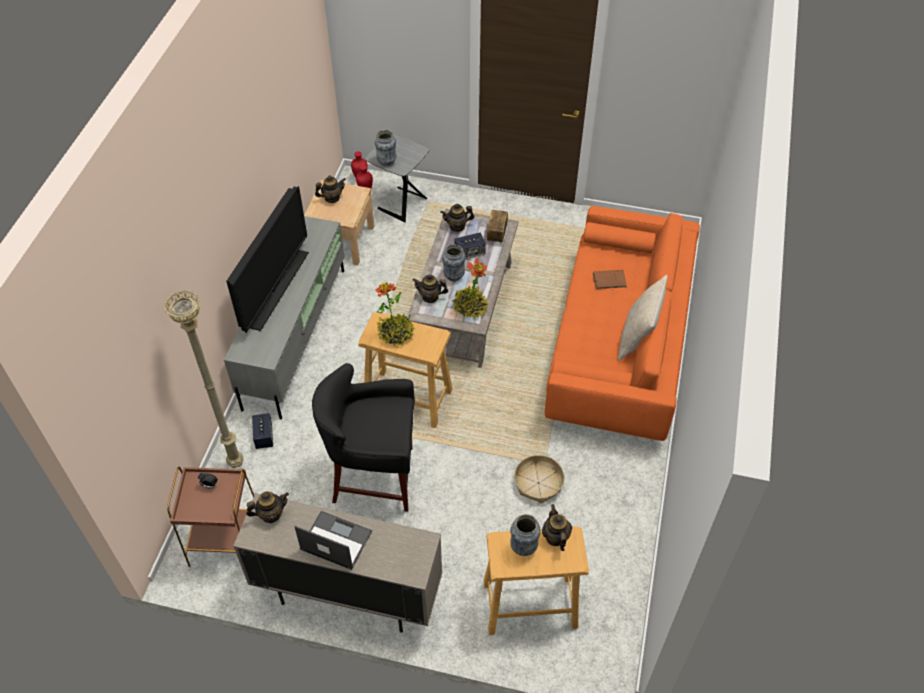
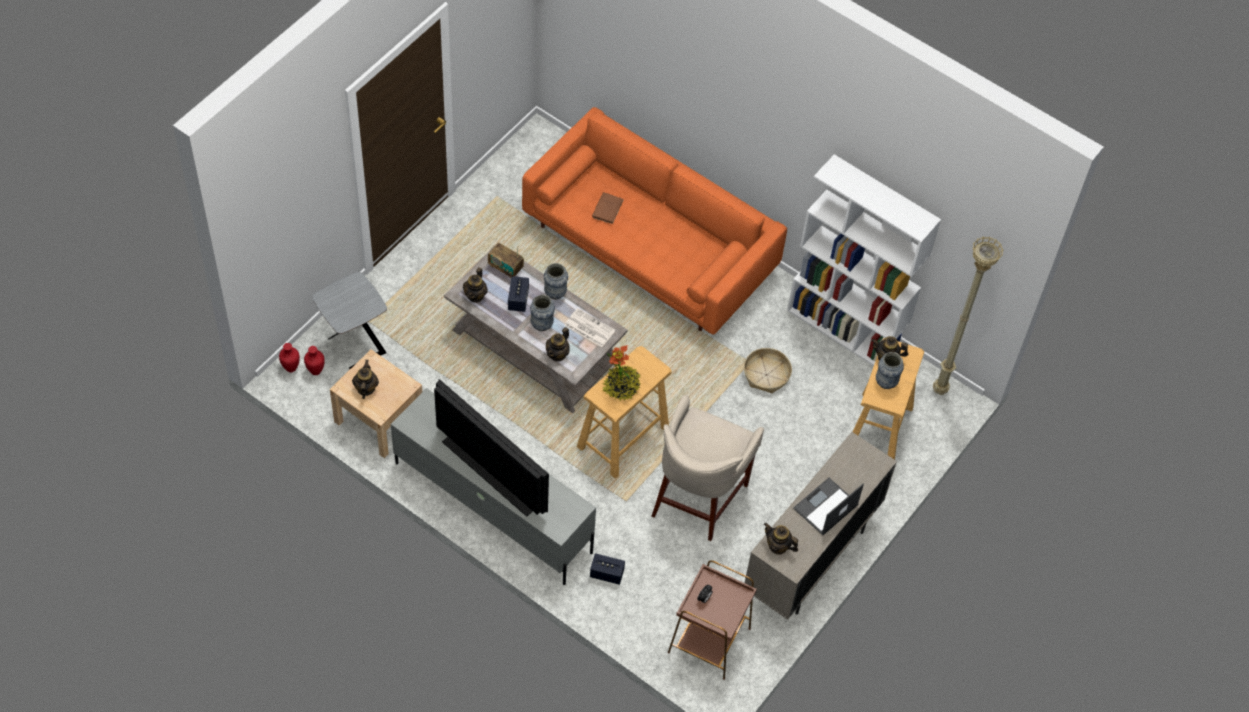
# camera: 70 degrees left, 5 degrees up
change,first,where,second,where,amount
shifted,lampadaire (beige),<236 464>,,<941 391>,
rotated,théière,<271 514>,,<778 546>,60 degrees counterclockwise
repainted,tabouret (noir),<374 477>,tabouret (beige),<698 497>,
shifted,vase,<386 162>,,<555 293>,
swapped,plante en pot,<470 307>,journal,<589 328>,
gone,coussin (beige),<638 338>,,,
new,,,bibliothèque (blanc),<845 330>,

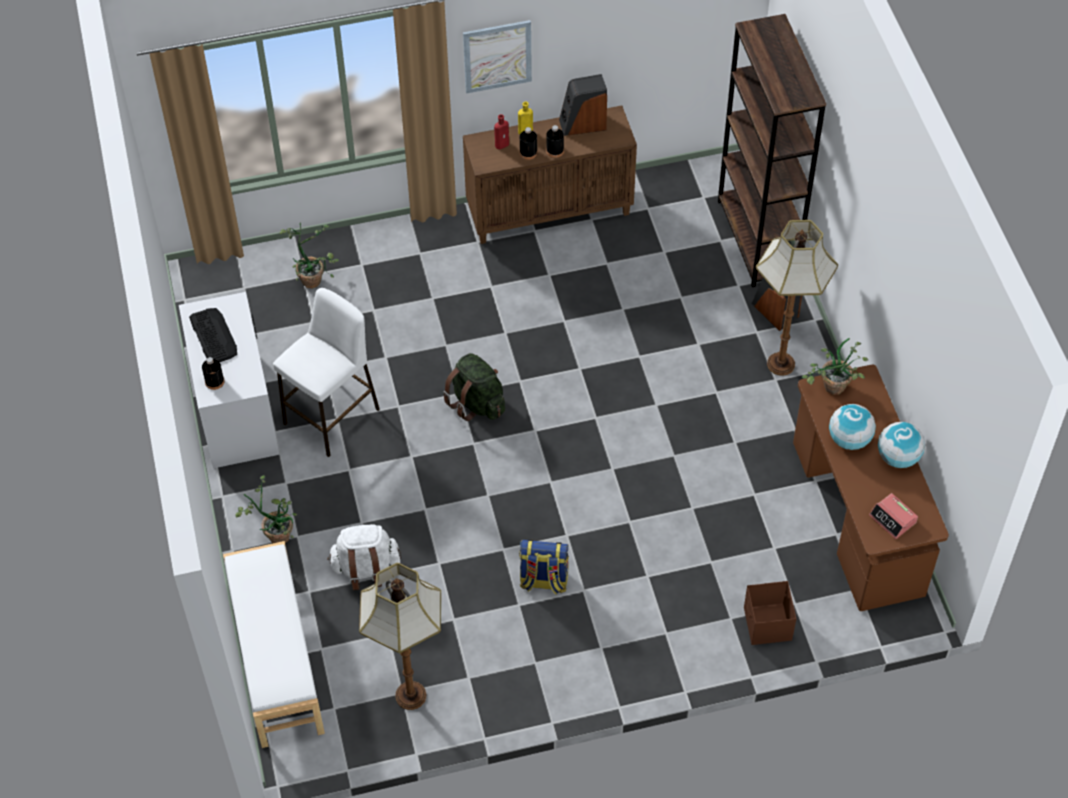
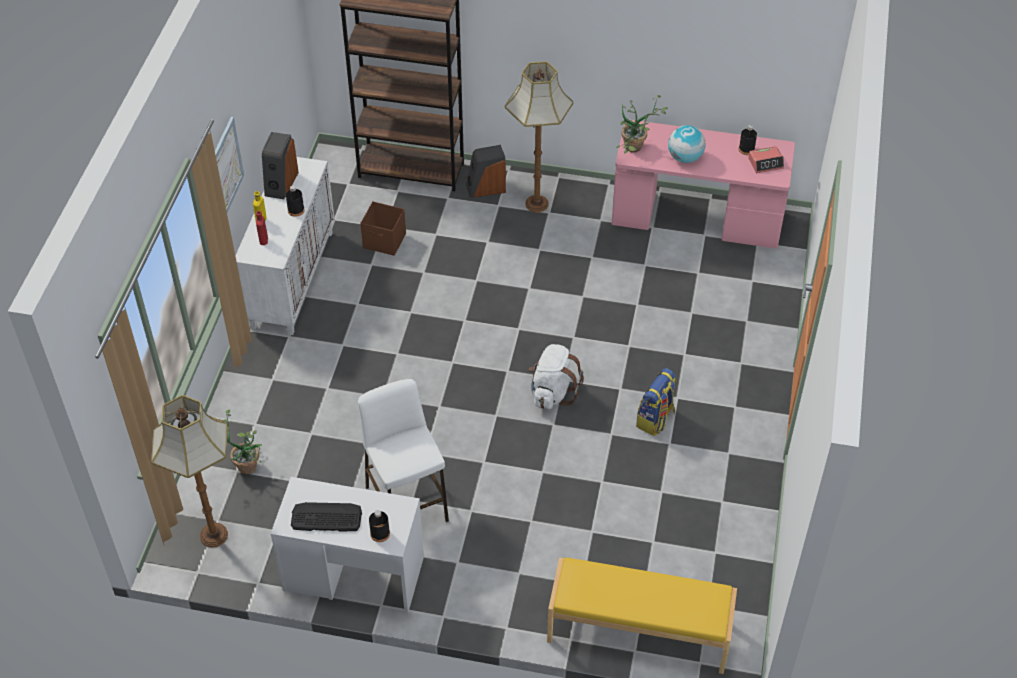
# camera: 65 degrees left, 5 degrees down
change,first,where,second,where,amount
repainted,banc (blanc),<276 659>,banc (jaune),<638 633>,
gone,plante en pot,<275 533>,,,
shifted,sac à dos (blanc),<366 568>,,<552 392>,
shifted,lampadaire,<410 697>,,<214 536>,
gone,sac à dos (vert),<476 403>,,,
repainted,meuble de rangement (marron),<550 211>,meuble de rangement (blanc),<292 278>,
shifted,bouteille (noir),<528 152>,,<746 149>,
shifted,boîte de rangement (marron),<767 625>,,<385 241>,
repainted,bureau (marron),<857 518>,bureau (rose),<697 218>,
gone,globe,<898 457>,,,

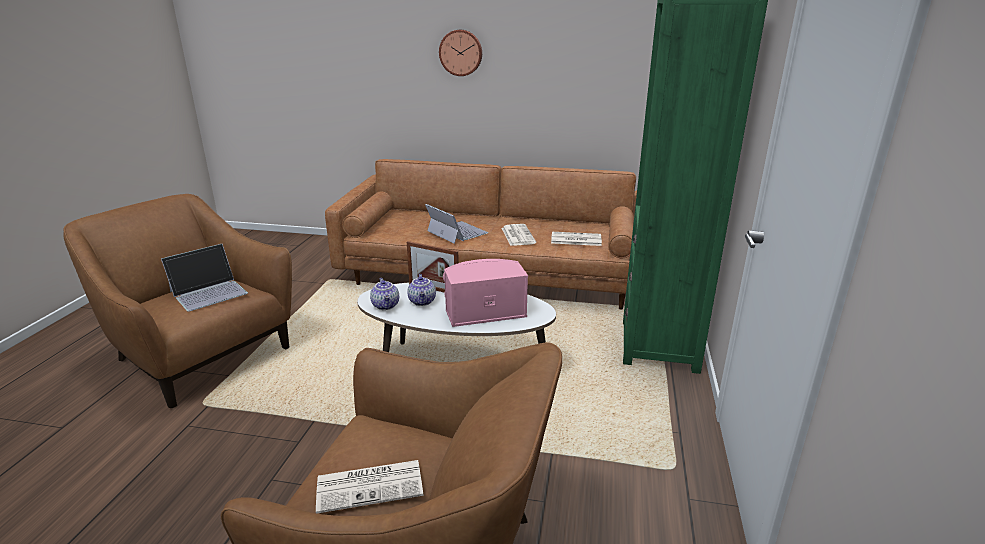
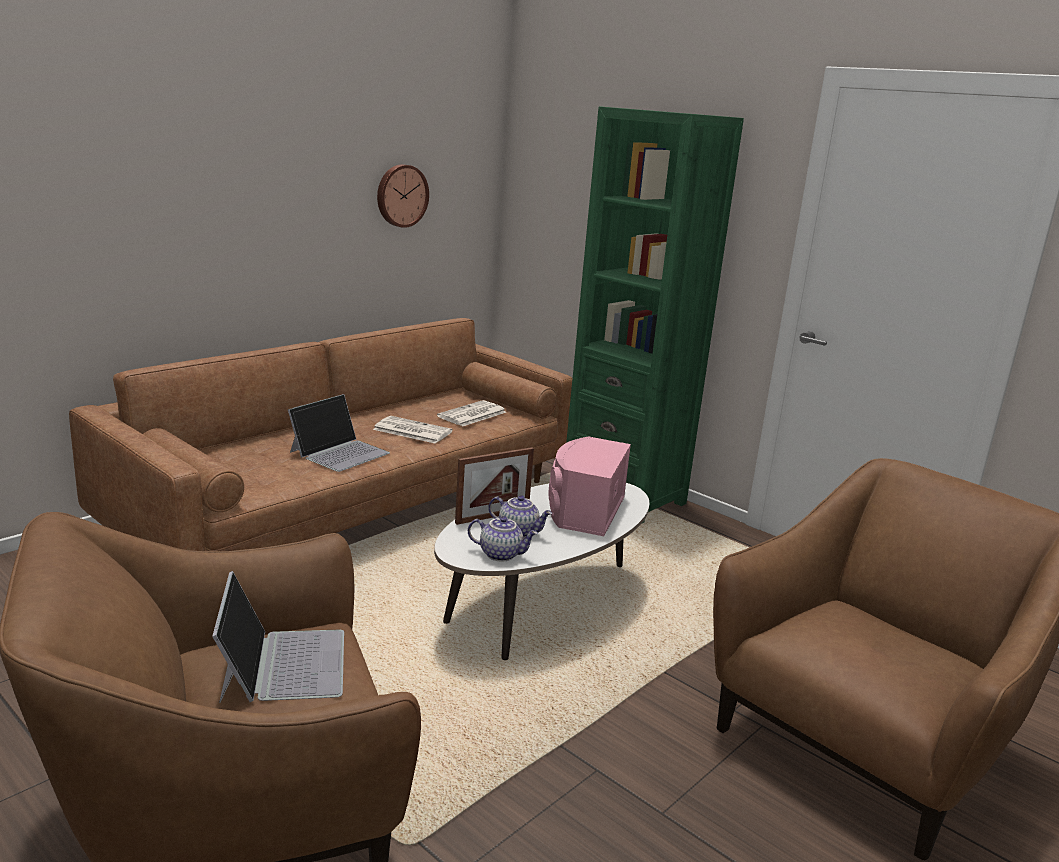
# camera: 60 degrees left, 5 degrees down
change,first,where,second,where,amount
gone,journal,<371 485>,,,
rotated,ordinateur portable,<456 232>,,<340 452>,135 degrees clockwise
shifted,horloge murale,<461 52>,,<401 195>,

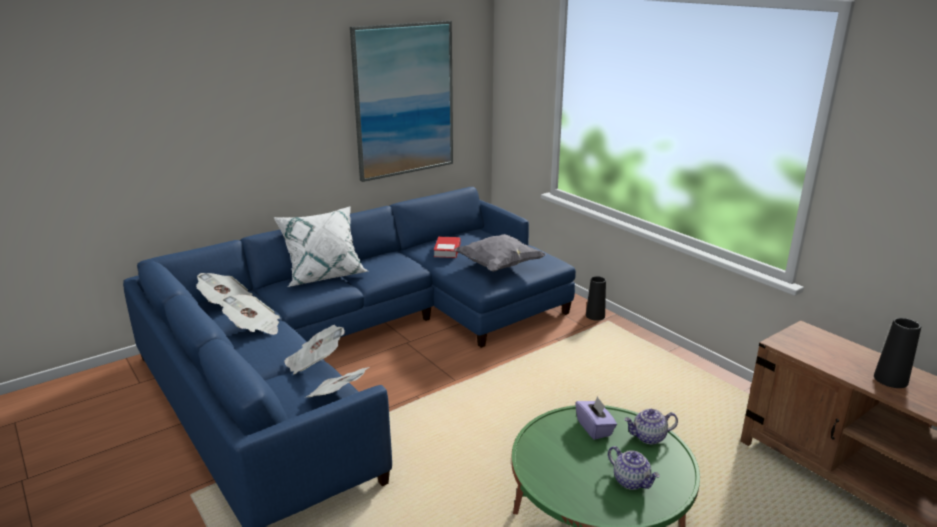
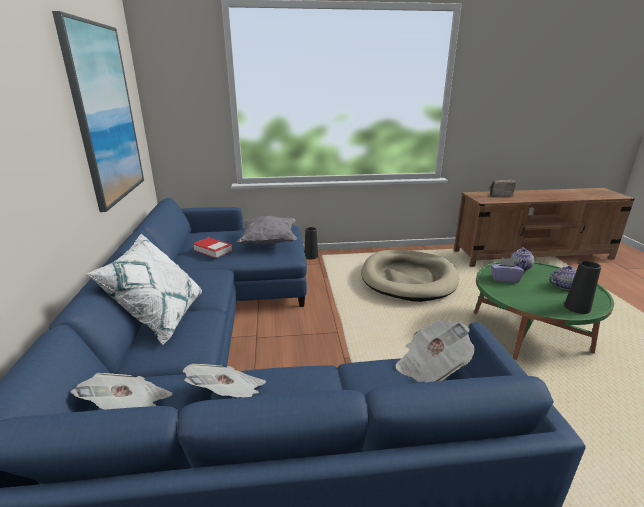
# camera: 60 degrees left, 0 degrees up
change,first,where,second,where,amount
gone,journal,<314 363>,,,
shifted,vase (noir),<890 379>,,<577 307>,
new,,,panier pour chien (beige),<408 278>,
new,,,radio,<498 195>,

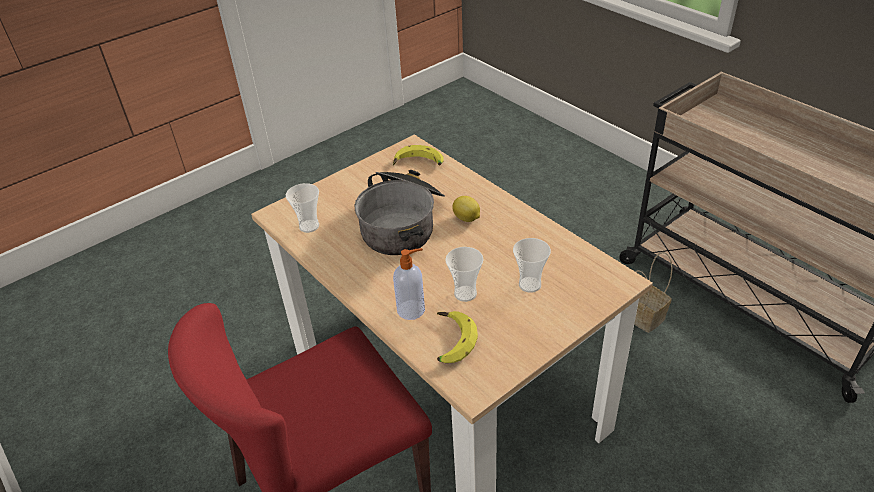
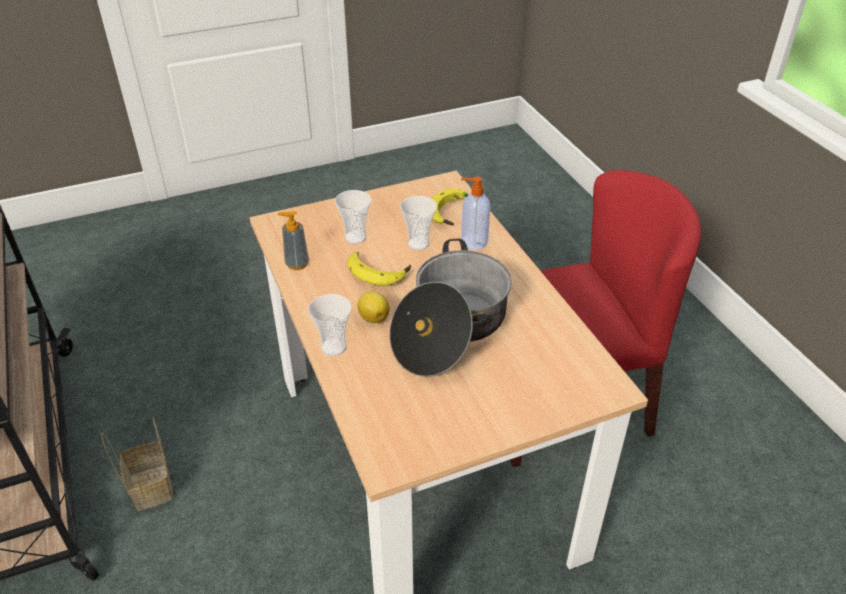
# camera: 165 degrees left, 0 degrees up
change,first,where,second,where,amount
shifted,tasse,<309 226>,,<333 347>,
shifted,banane,<418 164>,,<378 272>,
new,,,distributeur de savon,<297 264>,

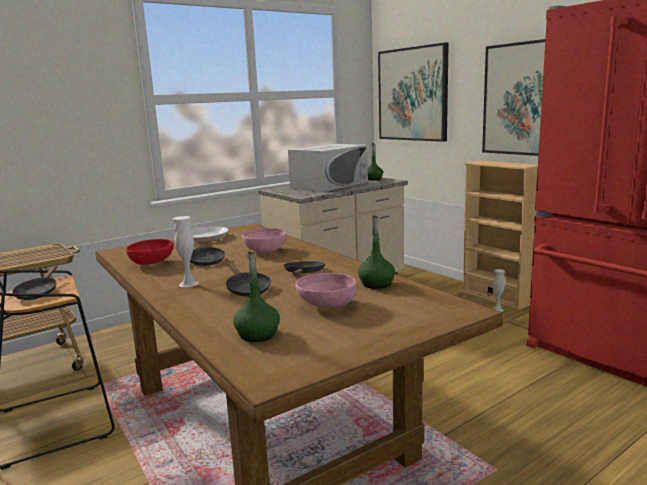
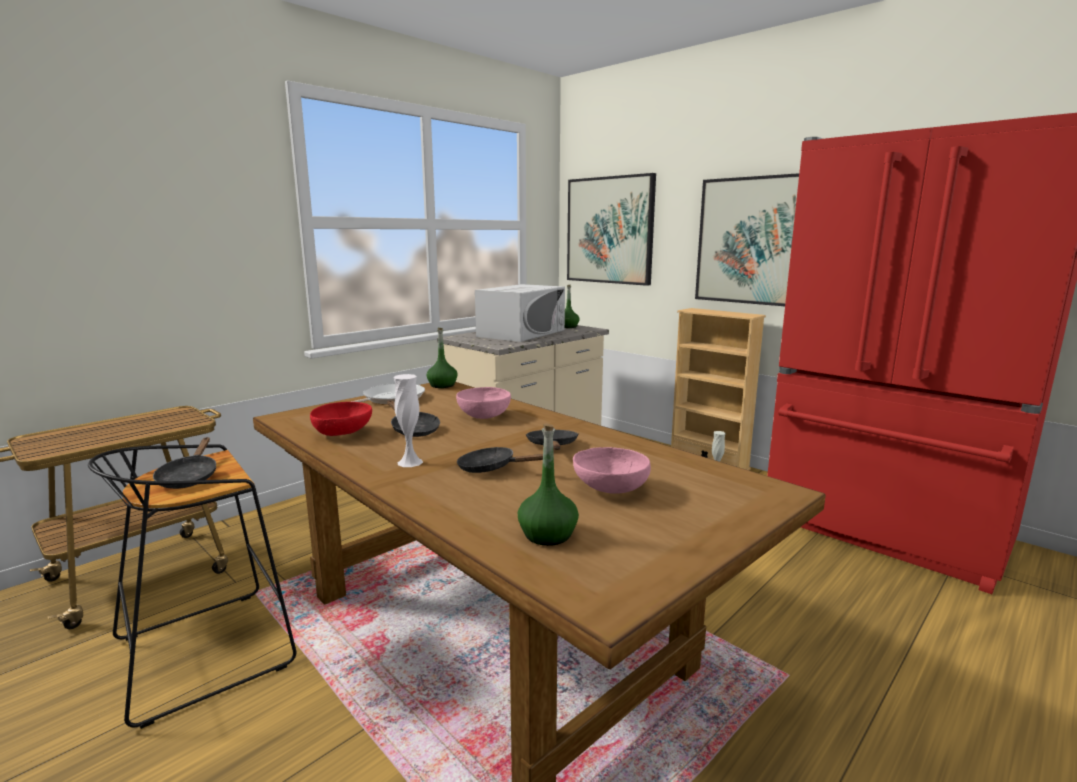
# camera: 10 degrees left, 0 degrees up
change,first,where,second,where,amount
rotated,poêle (noir),<246 289>,,<492 468>,150 degrees clockwise
shifted,bouteille (vert),<376 284>,,<442 385>,

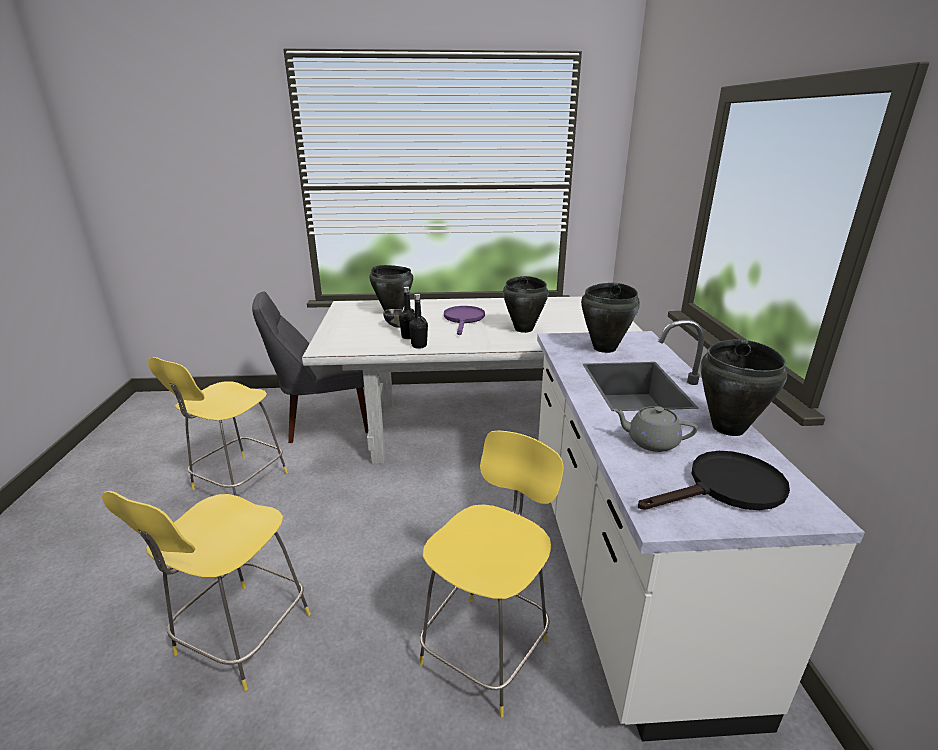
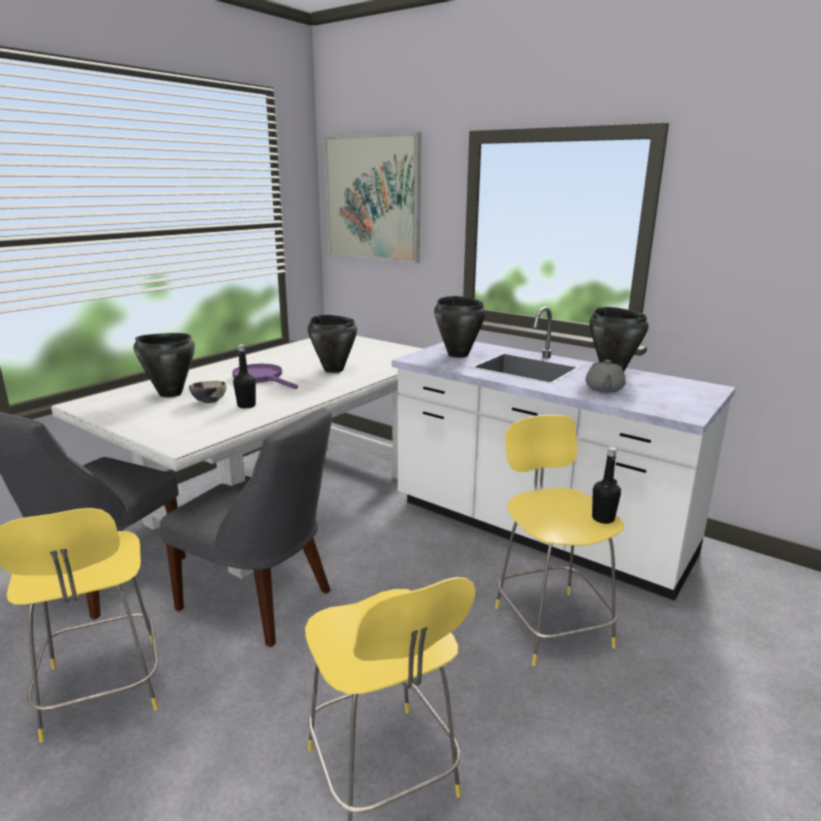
# camera: 50 degrees left, 5 degrees down
change,first,where,second,where,amount
shifted,bouteille (noir),<419 346>,,<603 518>,
rotated,théière (gris),<651 442>,,<604 389>,45 degrees counterclockwise
gone,poêle (noir),<726 488>,,,
new,,,chaise (gris),<261 601>,
new,,,tableau,<372 198>,

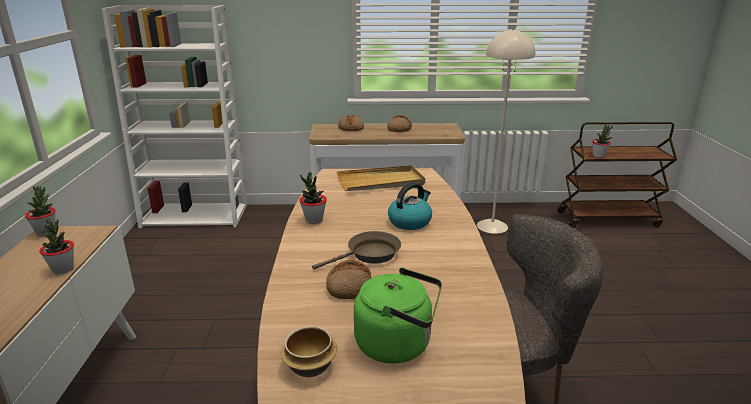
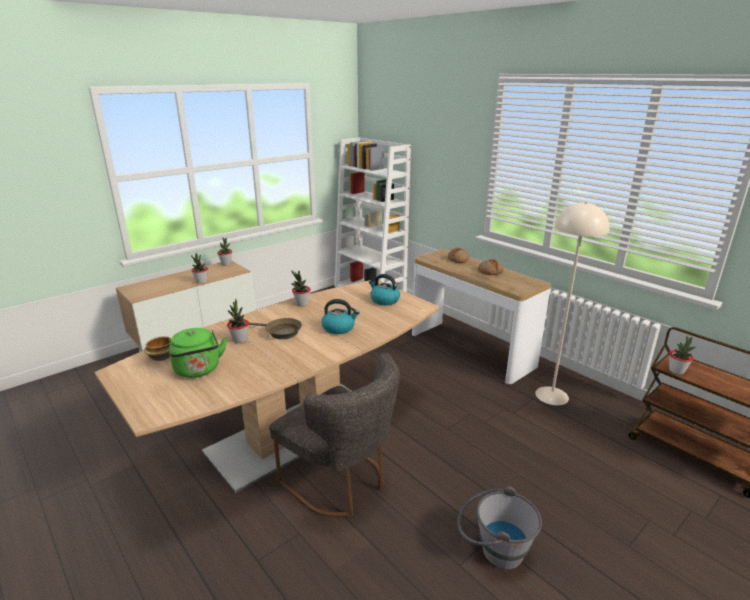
# camera: 50 degrees right, 0 degrees up
change,first,where,second,where,amount
swapped,pain,<349 286>,plante en pot,<240 339>,
swapped,plateau (beige),<381 182>,bouilloire,<384 300>,
new,,,seau (gris),<493 549>,

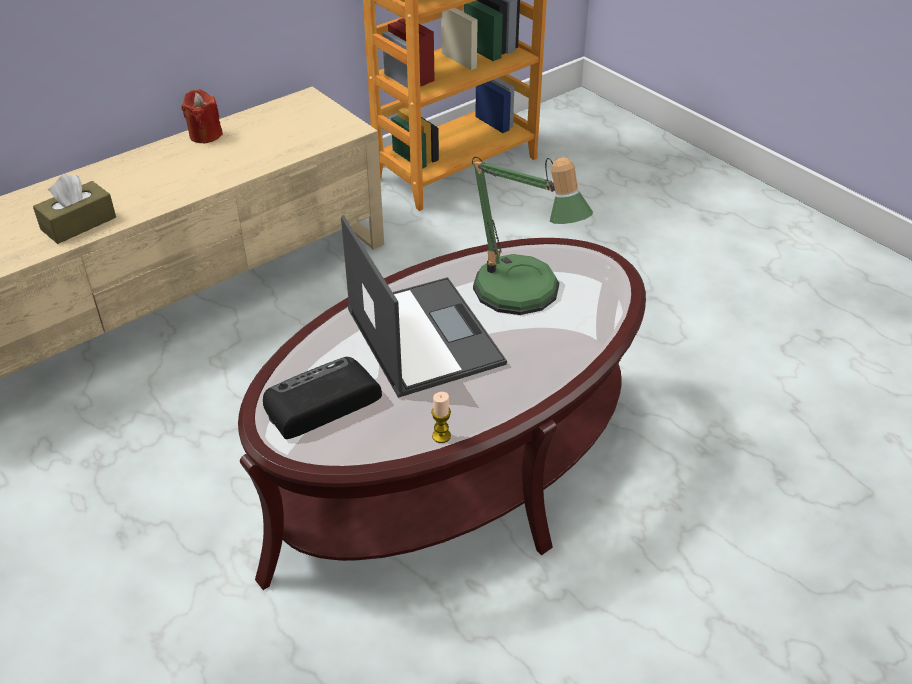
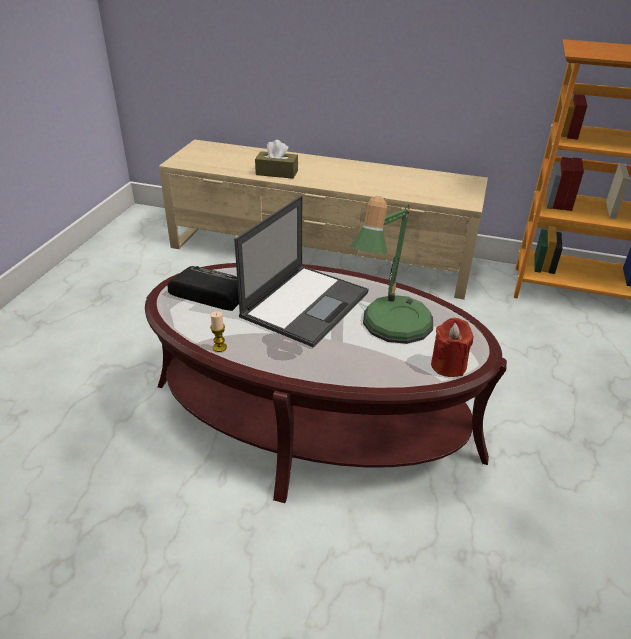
# camera: 55 degrees right, 5 degrees down
change,first,where,second,where,amount
shifted,bougie (rouge),<205 135>,,<448 365>,

